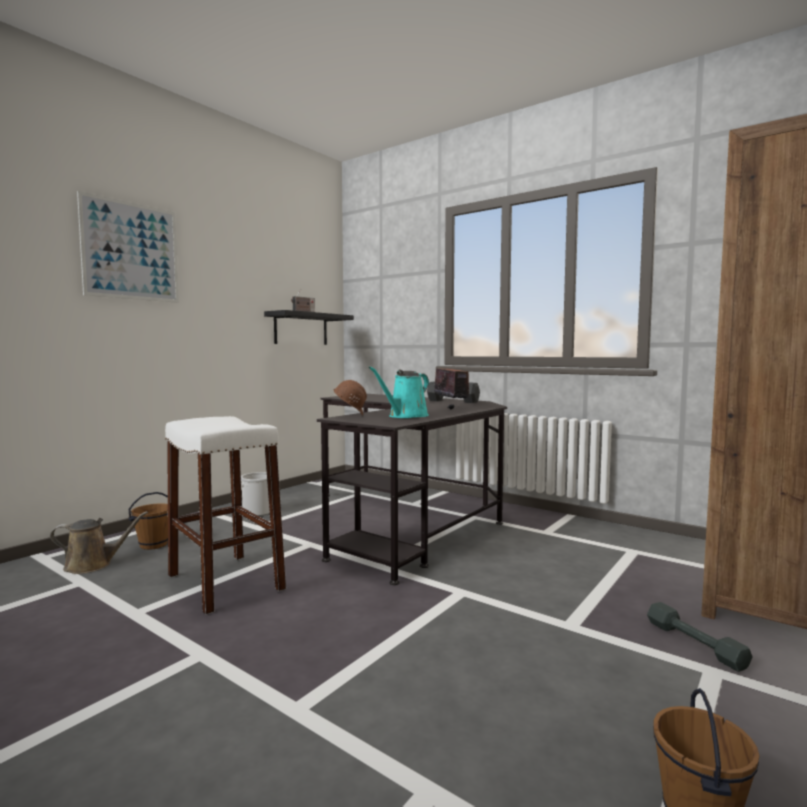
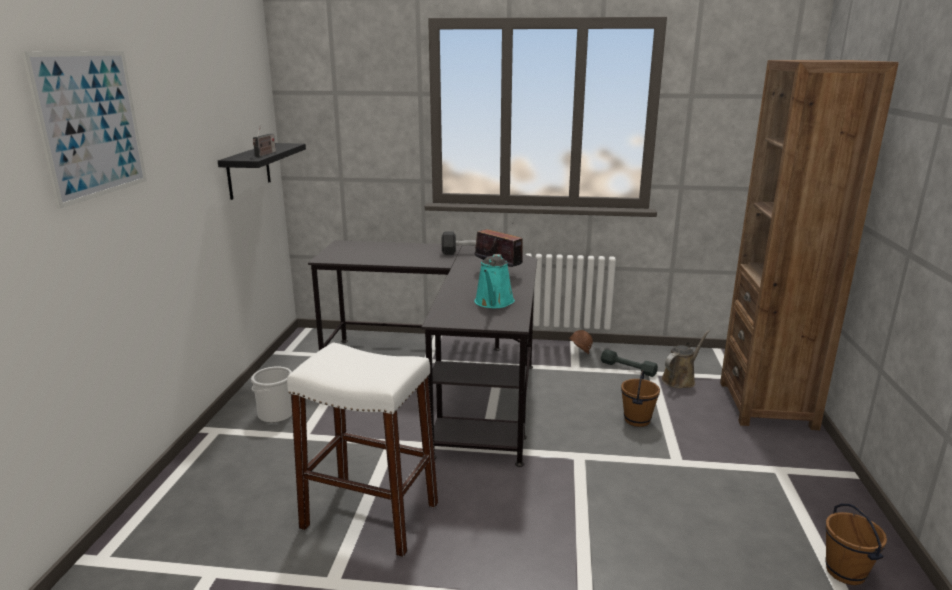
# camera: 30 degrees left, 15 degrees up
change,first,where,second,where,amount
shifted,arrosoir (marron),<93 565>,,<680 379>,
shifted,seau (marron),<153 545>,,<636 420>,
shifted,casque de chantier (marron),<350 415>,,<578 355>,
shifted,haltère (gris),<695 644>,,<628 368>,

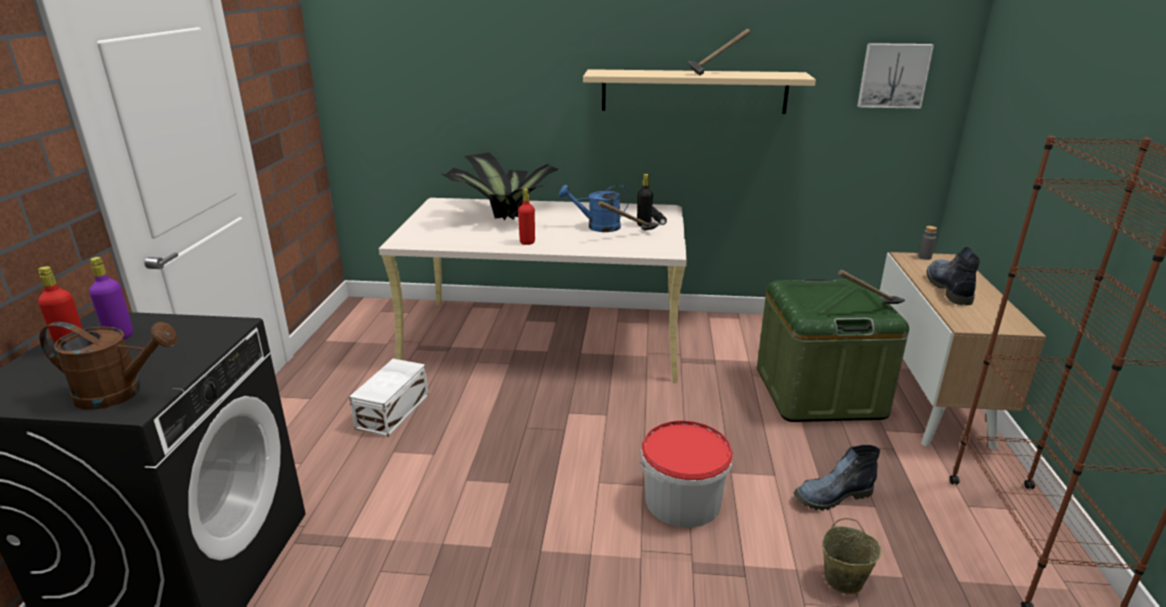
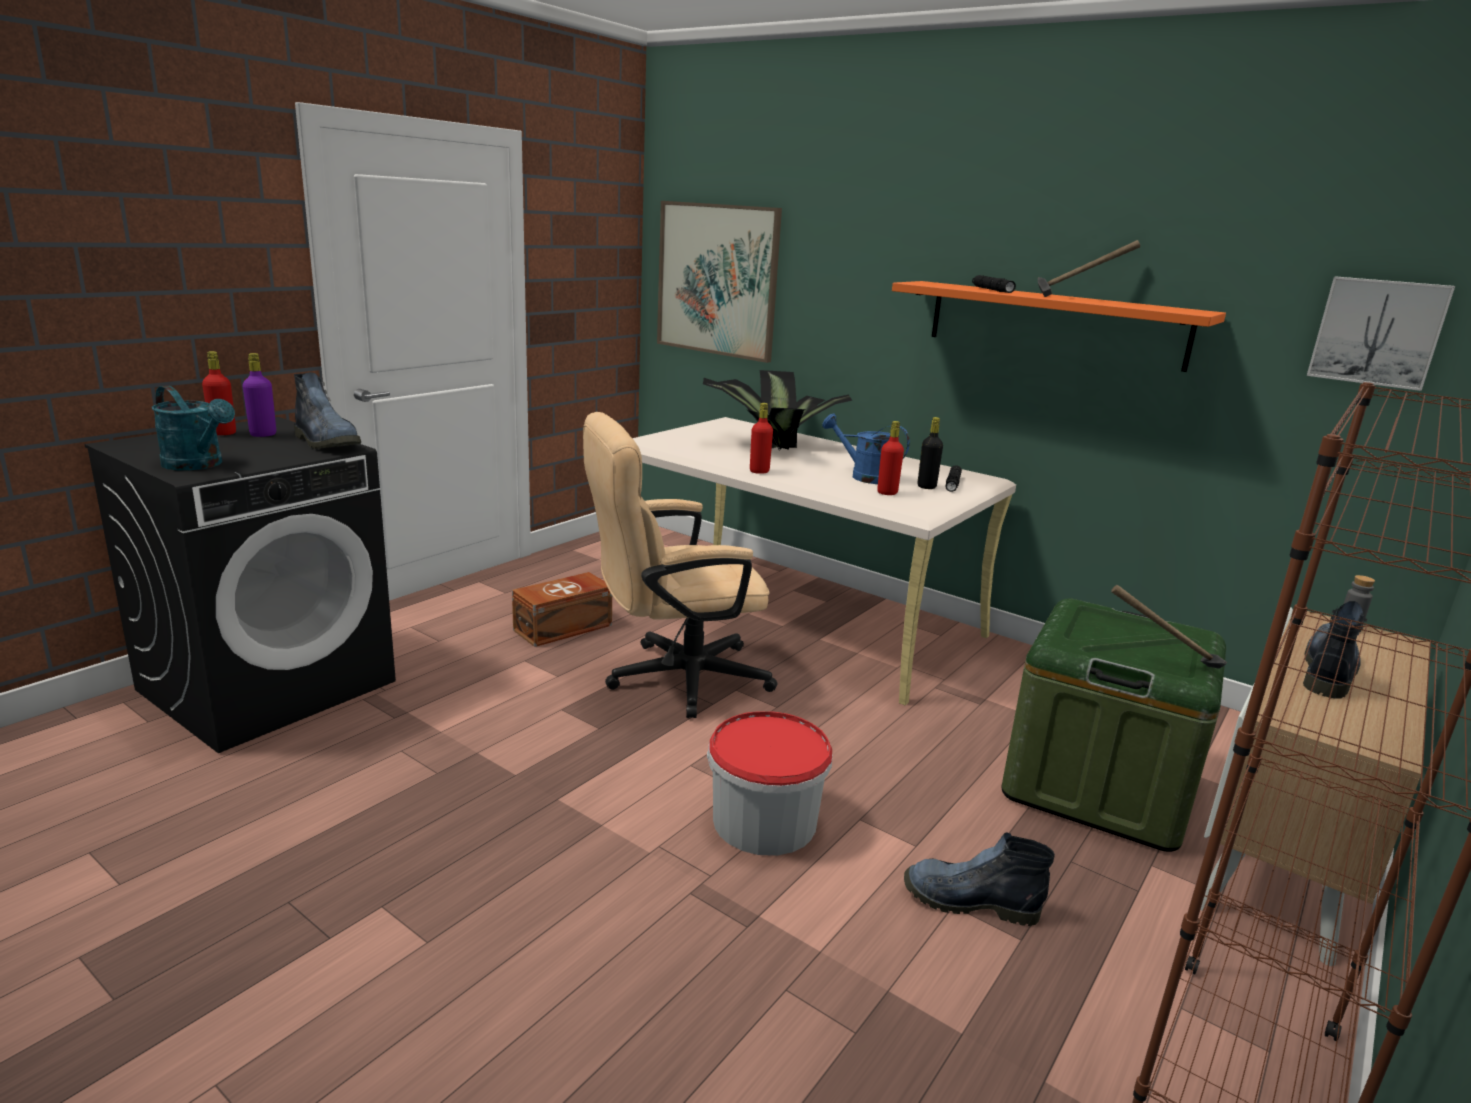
# camera: 30 degrees right, 5 degrees down
change,first,where,second,where,amount
repainted,arrosoir (marron),<120 393>,arrosoir (turquoise),<198 465>,
repainted,boîte de rangement (blanc),<394 411>,boîte de rangement (marron),<565 628>,
repainted,étagère (beige),<694 91>,étagère (orange),<1054 324>,
swapped,marteau,<629 237>,bouteille (rouge),<887 492>,
gone,seau (beige),<843 579>,,,
new,,,botte,<327 443>,
new,,,chaise de bureau (beige),<673 679>,
new,,,tableau,<717 280>,
new,,,lampe de poche (noir),<992 290>,

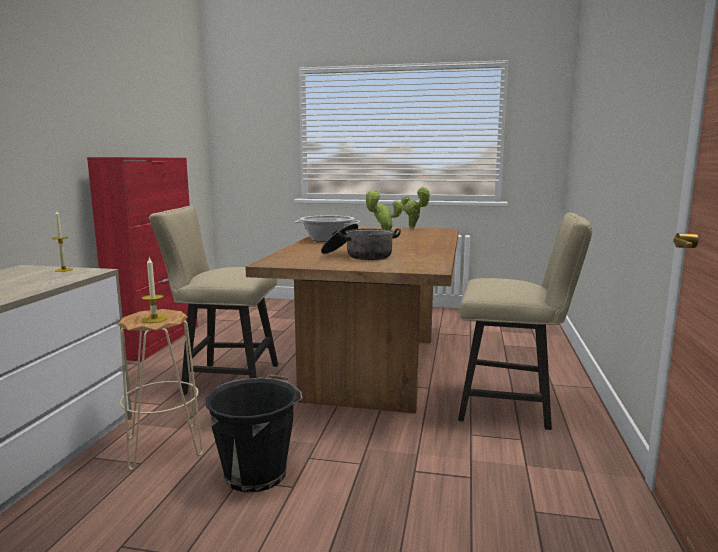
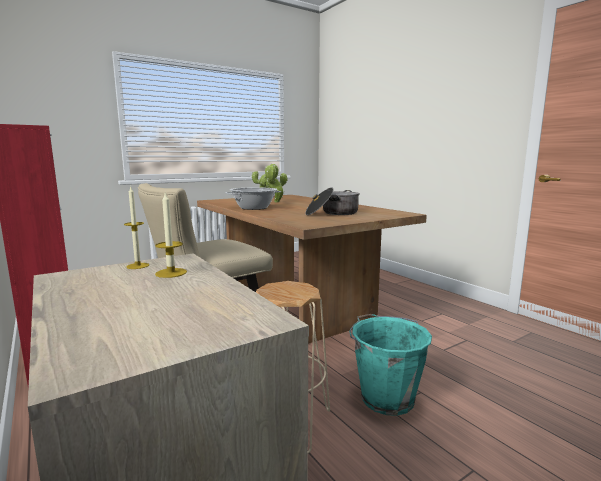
# camera: 45 degrees left, 0 degrees up
change,first,where,second,where,amount
shifted,bougie,<154 319>,,<171 273>,
repainted,seau (noir),<257 472>,seau (turquoise),<386 397>,
gone,chaise (beige),<513 406>,,,

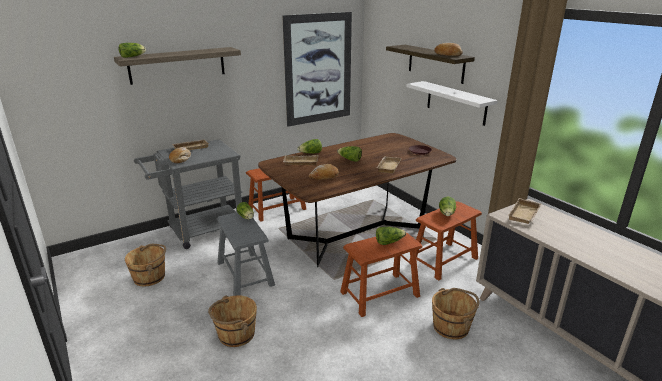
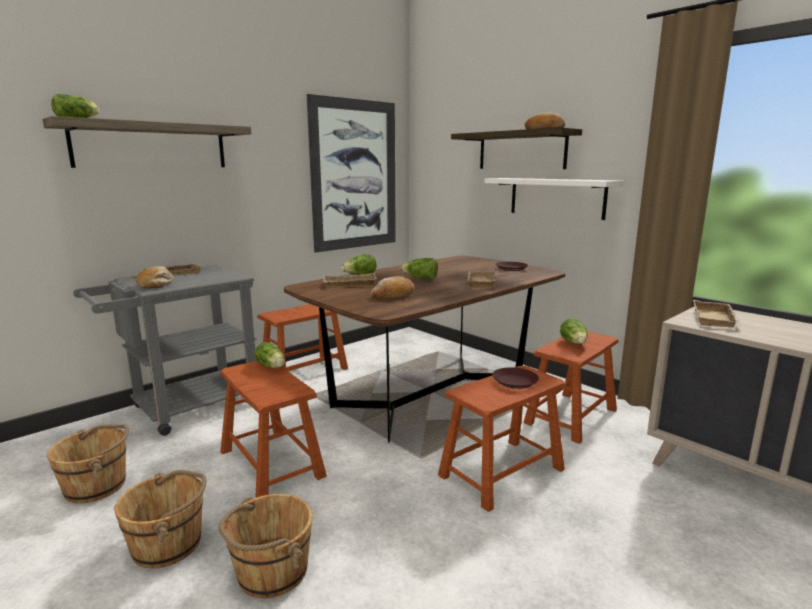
# camera: 10 degrees left, 10 degrees down
change,first,where,second,where,amount
repainted,tabouret (gris),<245 274>,tabouret (marron),<271 464>,
swapped,laitue,<389 242>,assiette (marron),<514 381>,
shifted,seau (marron),<451 327>,,<169 544>,

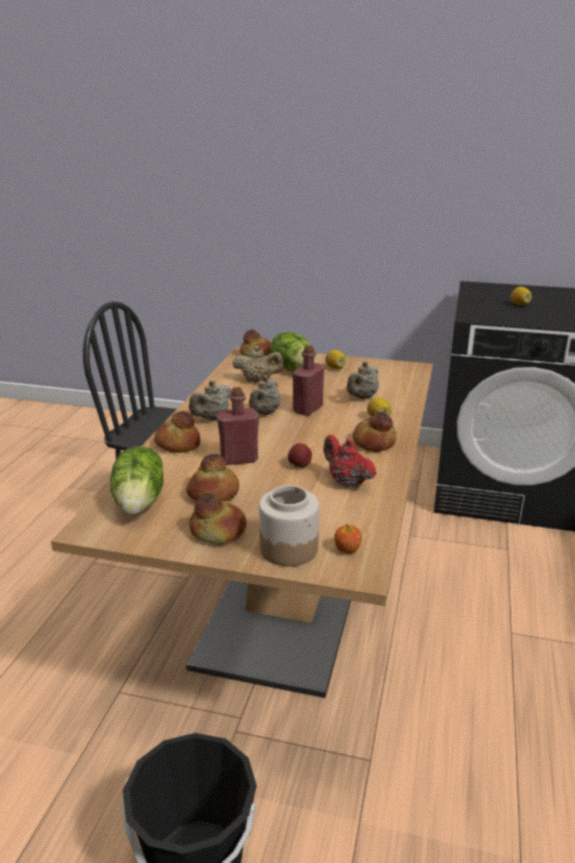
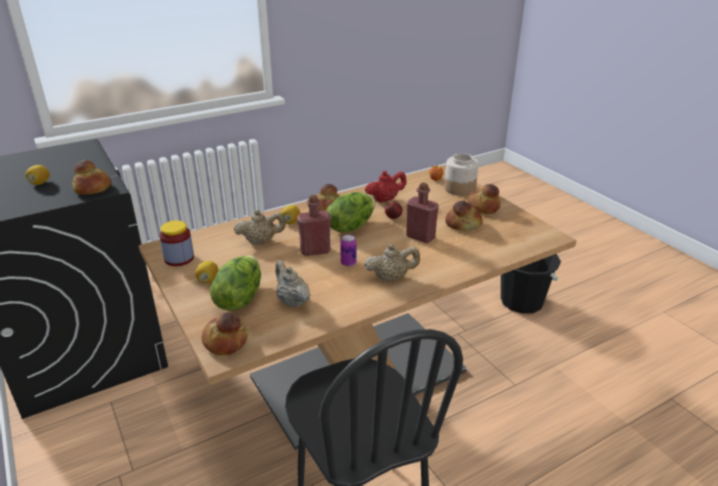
# camera: 135 degrees left, 5 degrees up
change,first,where,second,where,amount
shifted,laitue,<140 502>,,<350 226>,
shifted,pain,<178 444>,,<92 189>,
swapped,théière (beige),<264 413>,boîte métallique,<348 263>,
rotated,théière (rouge),<346 482>,,<385 200>,120 degrees counterclockwise
new,,,bocal,<179 258>,

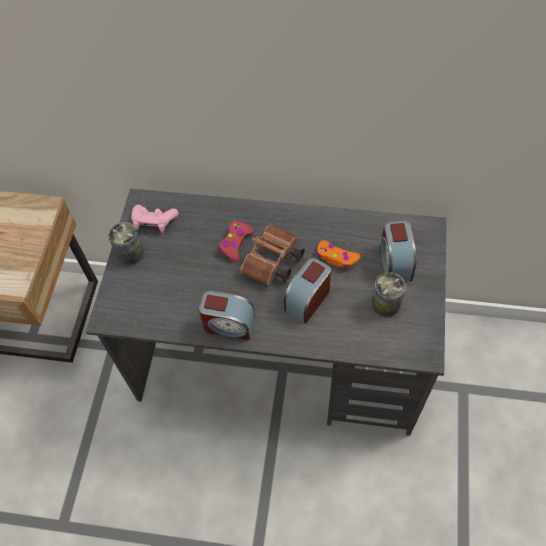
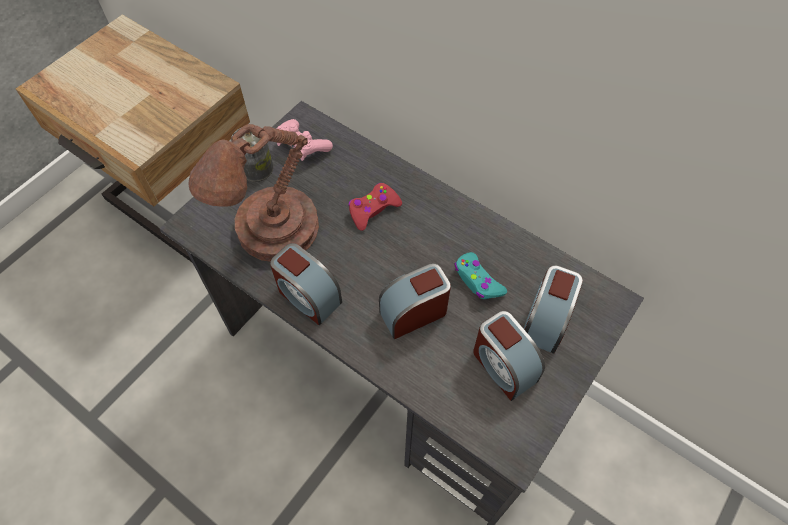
# camera: 25 degrees right, 0 degrees up
change,first,where,second,where,amount
gone,jumelles (marron),<272 263>,,,
repainted,manette (orange),<336 257>,manette (turquoise),<477 281>,
swapped,boîte métallique,<385 304>,réveil,<503 365>,
new,,,lampe de table (marron),<273 232>,

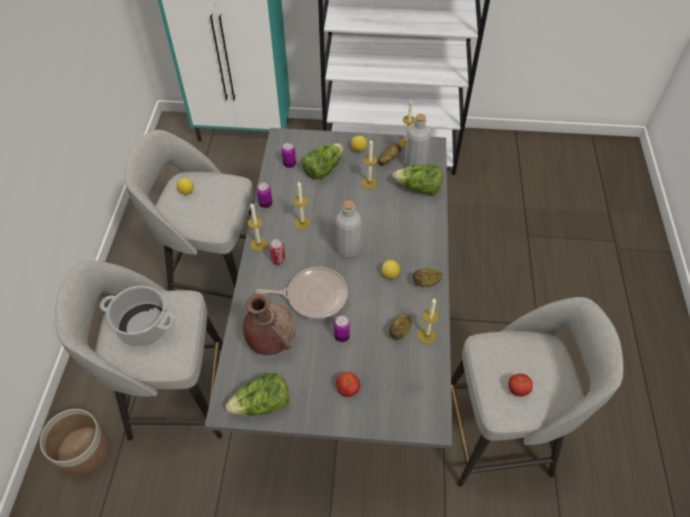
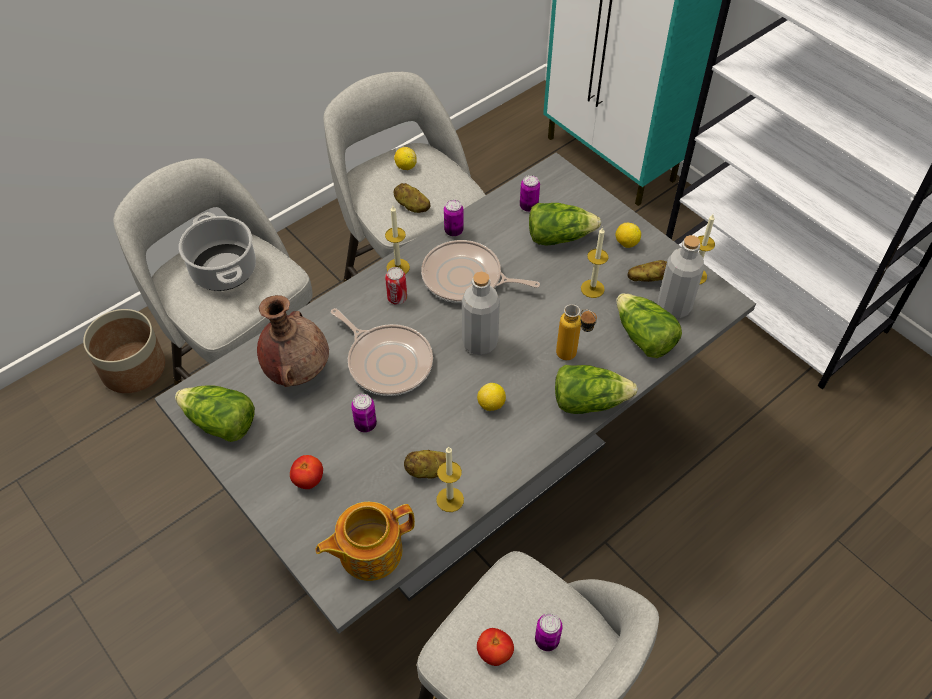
# camera: 45 degrees right, 0 degrees up
change,first,where,second,where,amount
swapped,bougie,<302 223>,poêle,<466 278>,
shifted,pomme de terre,<426 282>,,<412 206>,
new,,,théière,<368 551>,
new,,,boîte métallique,<546 640>,
new,,,laitue,<588 401>,
new,,,bouteille,<573 357>,

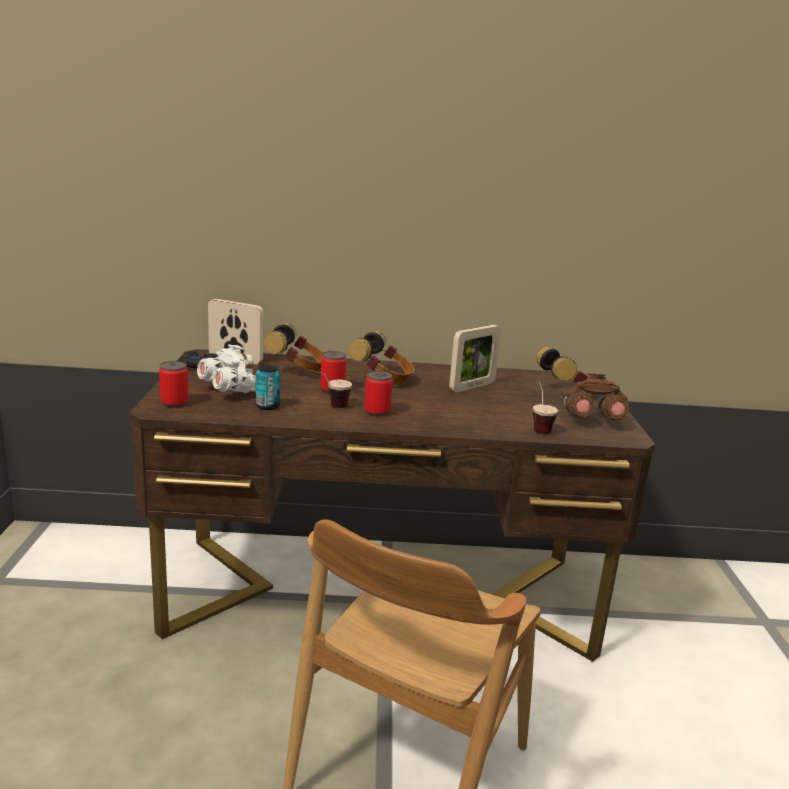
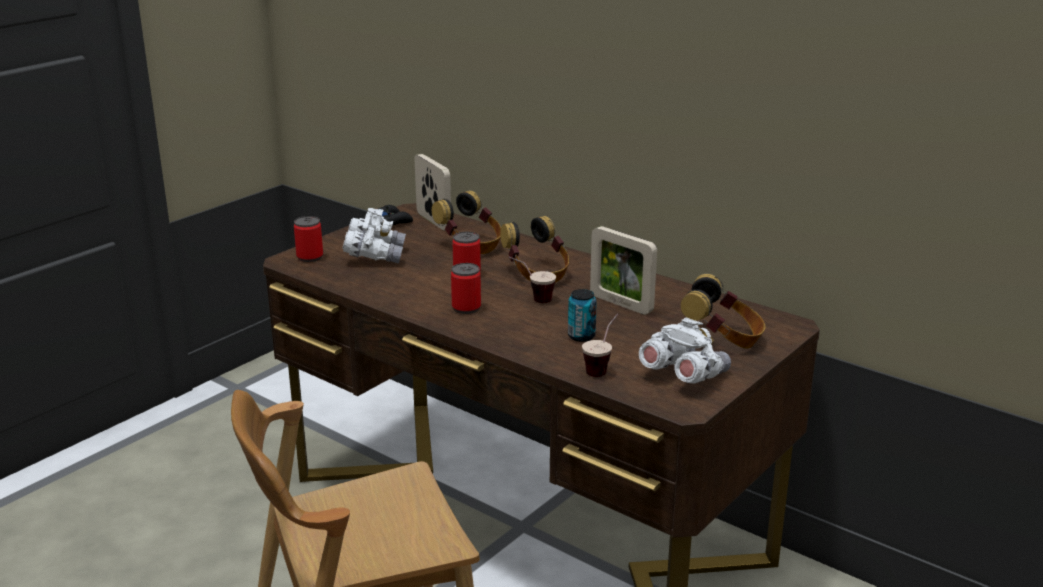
# camera: 40 degrees right, 5 degrees up
change,first,where,second,where,amount
shifted,boîte métallique,<267 406>,,<581 336>,
shifted,tasse,<329 406>,,<532 299>,
rotated,cadre photo,<472 387>,,<621 304>,45 degrees clockwise
repainted,jumelles (marron),<591 420>,jumelles (blanc),<683 376>,

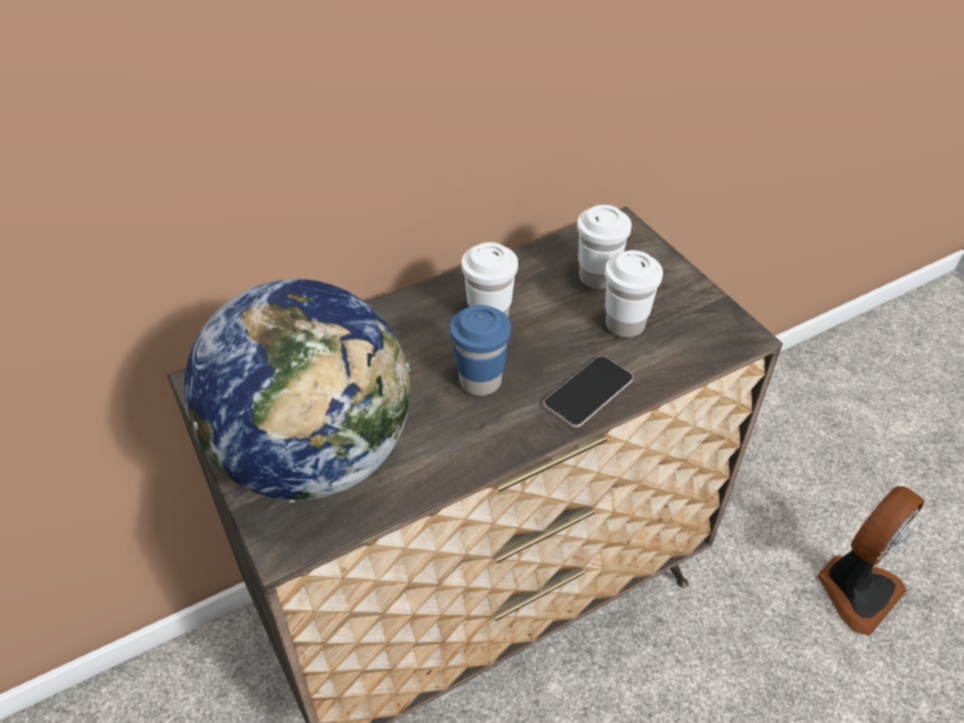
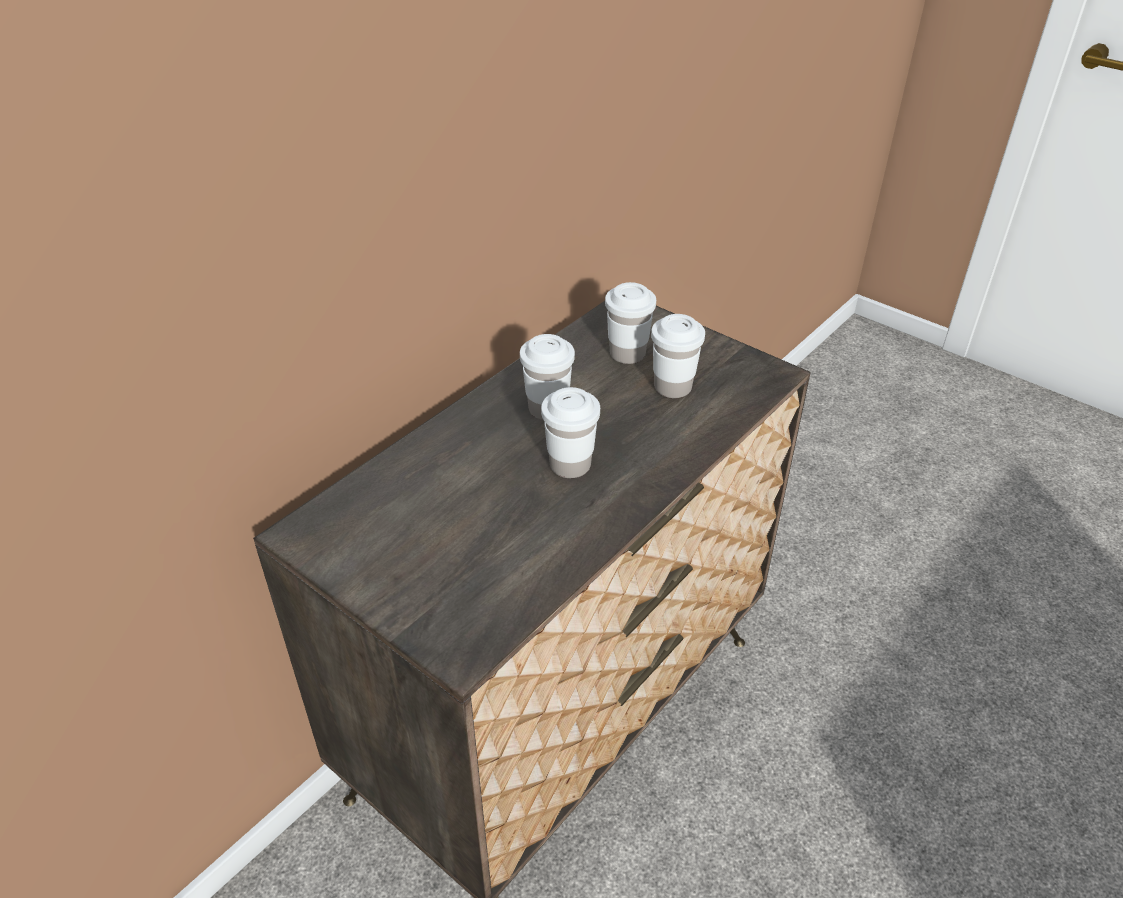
# camera: 20 degrees left, 5 degrees down
change,first,where,second,where,amount
gone,globe,<316 455>,,,
repainted,tasse (bleu),<480 381>,tasse (blanc),<570 465>,
gone,téléphone,<588 392>,,,
gone,ventilateur,<855 589>,,,

